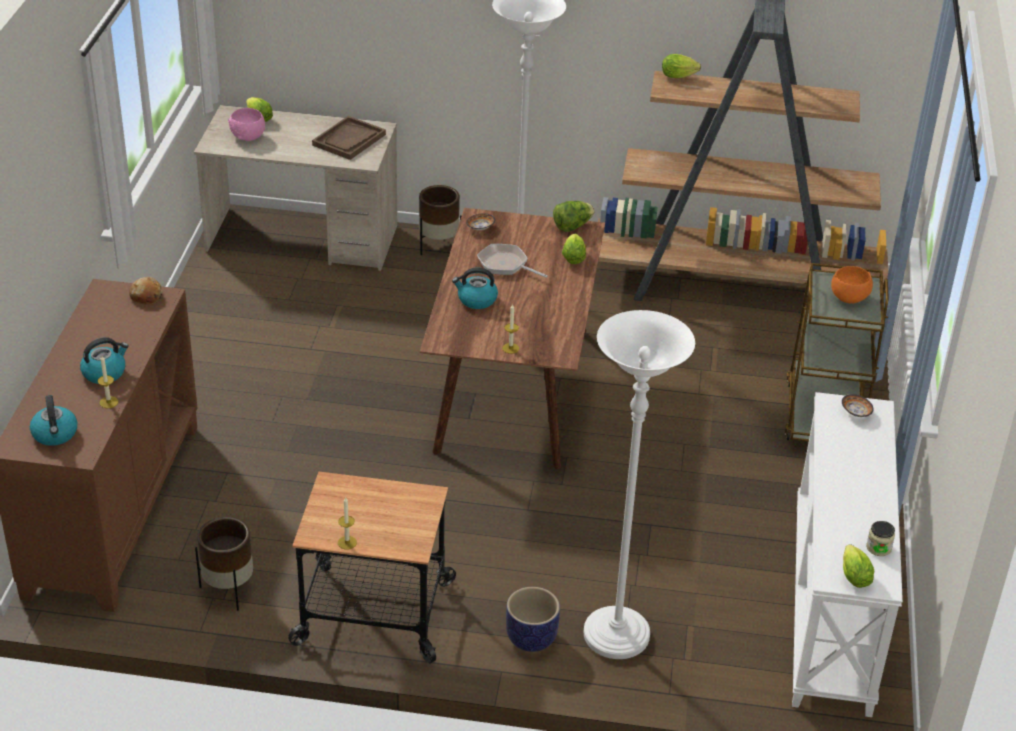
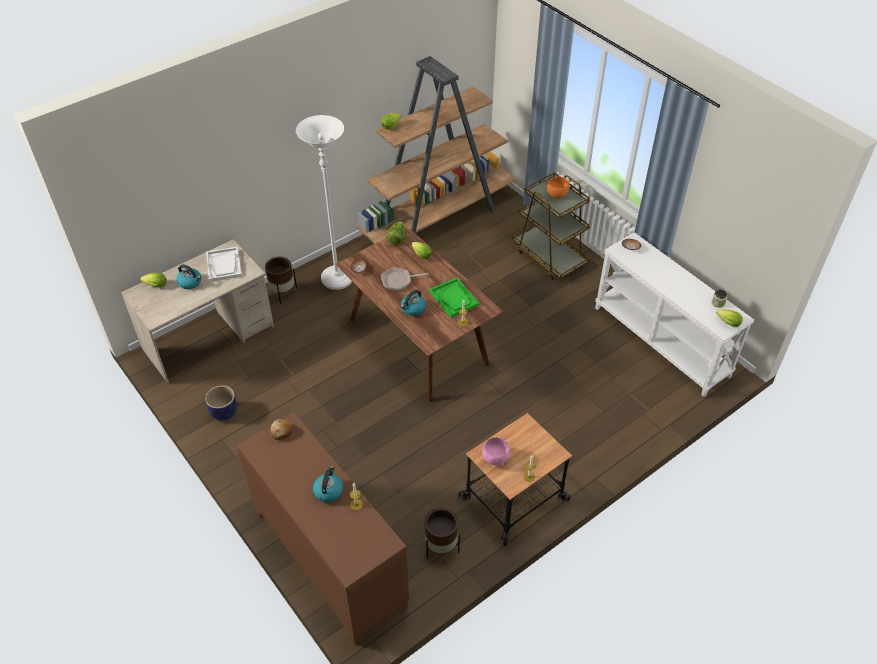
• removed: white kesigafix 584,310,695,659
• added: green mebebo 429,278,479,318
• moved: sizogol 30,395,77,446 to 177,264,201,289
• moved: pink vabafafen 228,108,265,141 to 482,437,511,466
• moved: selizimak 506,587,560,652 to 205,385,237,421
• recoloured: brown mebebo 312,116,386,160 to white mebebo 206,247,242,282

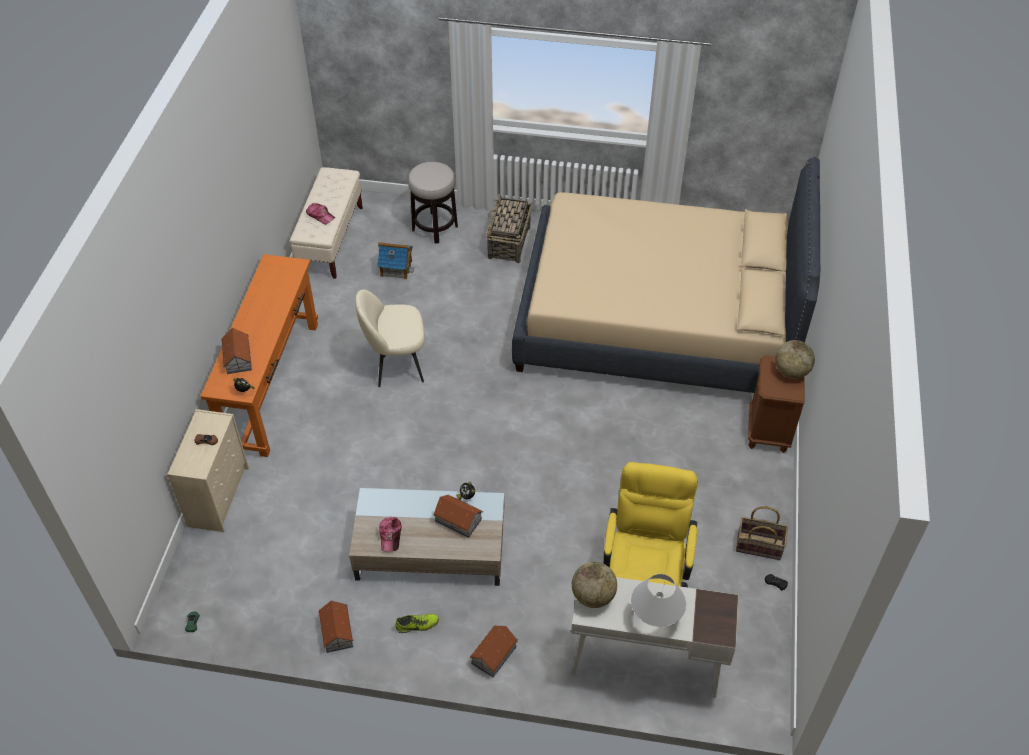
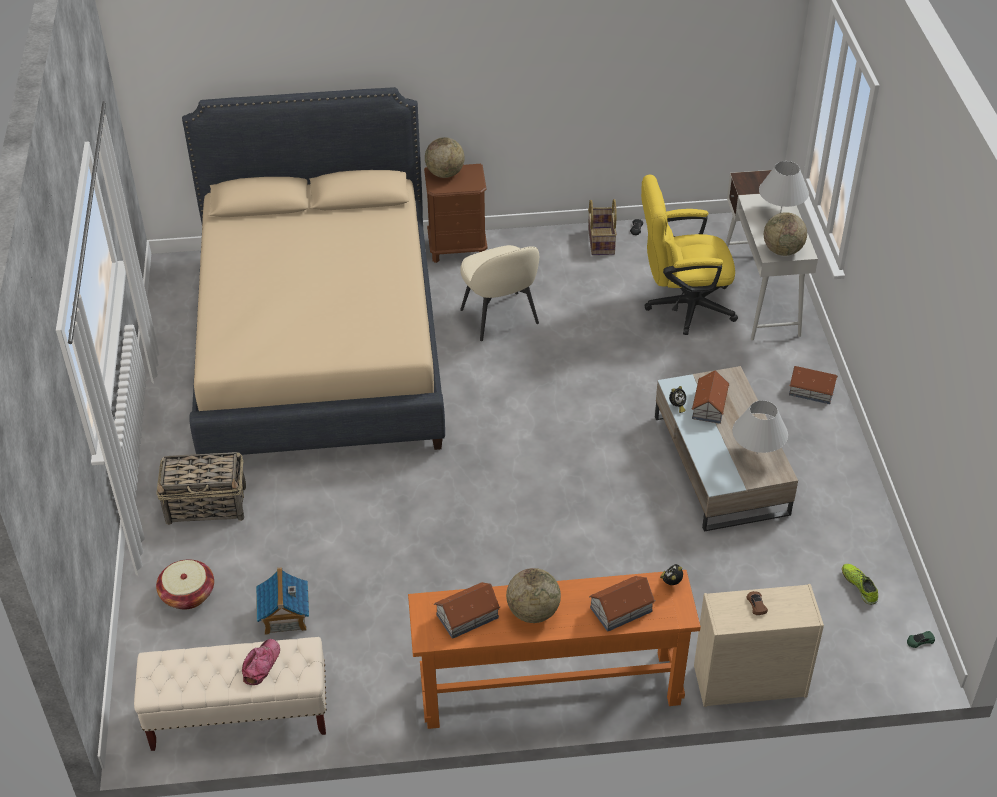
• added: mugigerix 506,568,561,623
• moved: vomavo 318,600,353,653 to 434,582,500,639
• moved: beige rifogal 355,289,425,387 to 460,245,539,341
• moved: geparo 395,614,439,633 to 842,564,878,605
• replaced: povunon 379,517,401,552 to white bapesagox 732,400,788,454
• replaced: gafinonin 408,162,458,244 to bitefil 156,559,214,609

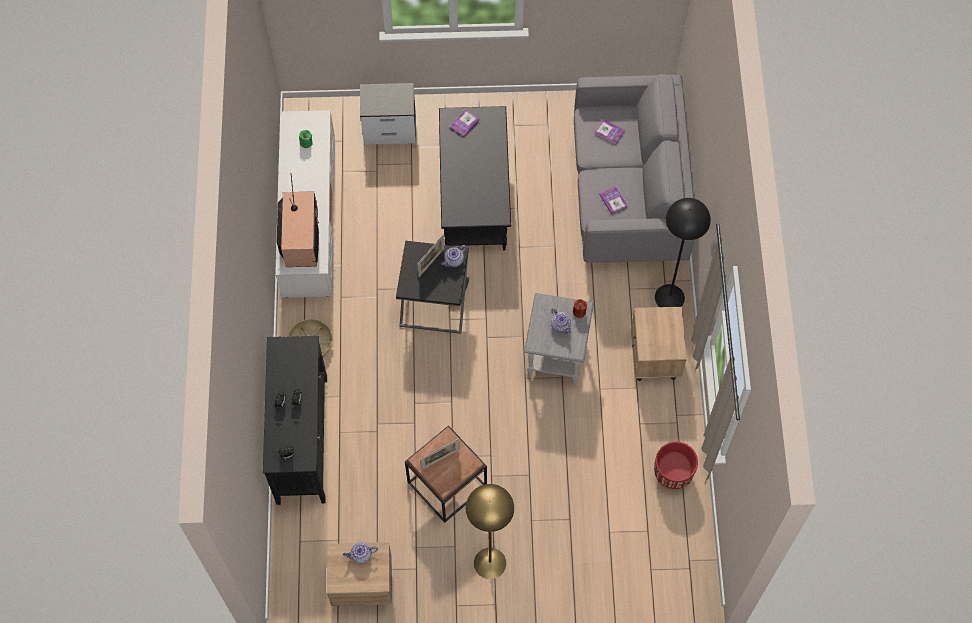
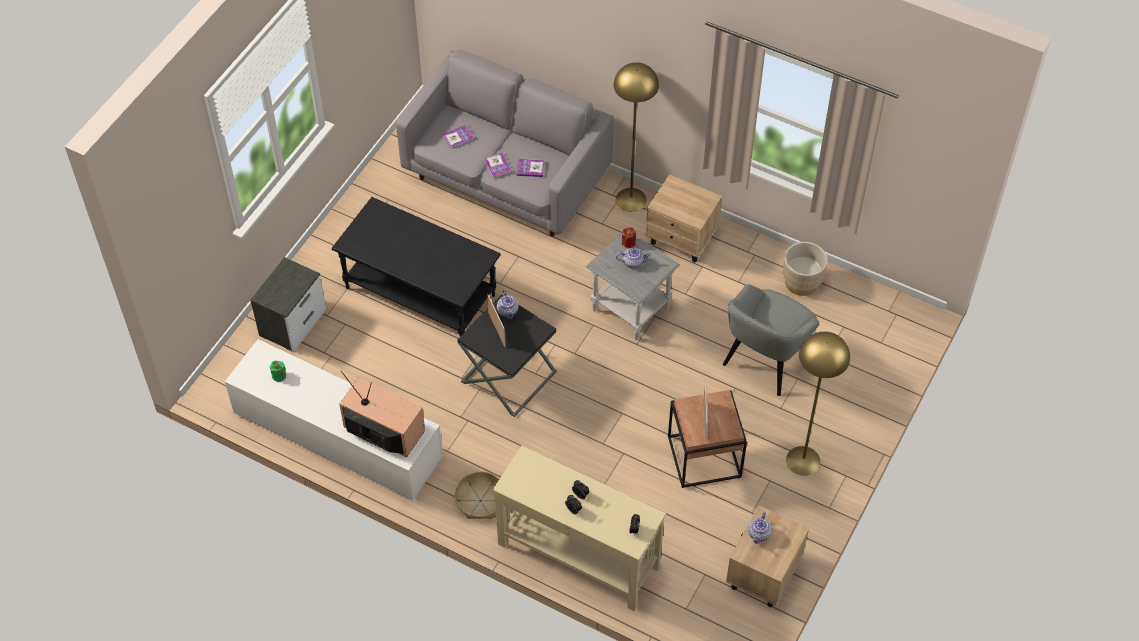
• added: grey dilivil 723,284,819,396
• moved: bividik 450,110,479,137 to 484,153,512,179
• recoloured: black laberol 263,335,327,505 to beige laberol 493,445,666,611
• recoloured: red selizimak 654,441,698,490 to beige selizimak 783,242,827,296
• recoloured: black kesigafix 655,198,711,307 to yellow kesigafix 614,62,659,212

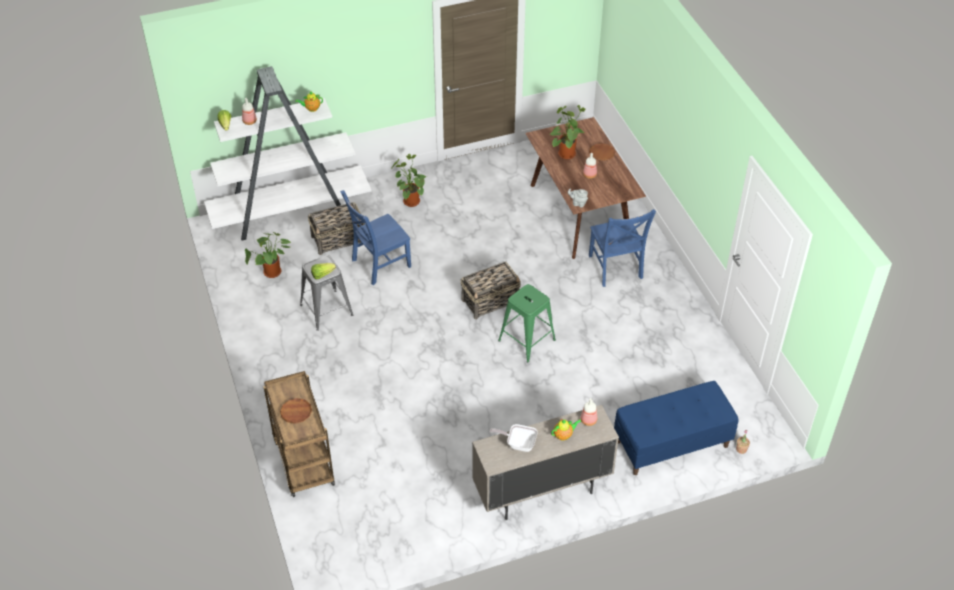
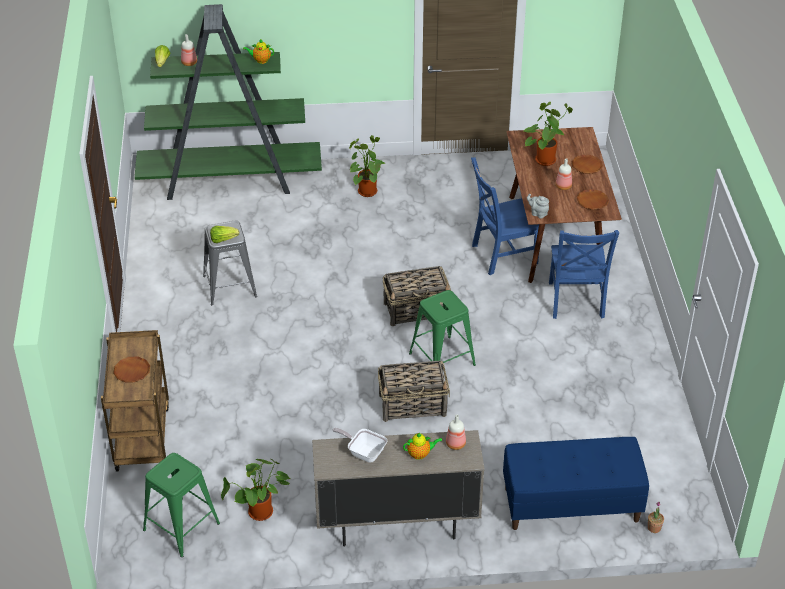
• added: green gafinonin 143,453,220,557
• added: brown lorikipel 577,189,609,210
• moved: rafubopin 245,232,292,278 to 221,459,290,521
• moved: bitefil 308,202,365,255 to 378,361,450,422
• moved: blue rifogal 340,190,411,285 to 471,157,539,275
• recoloured: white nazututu 204,66,371,241 to green nazututu 135,4,322,200

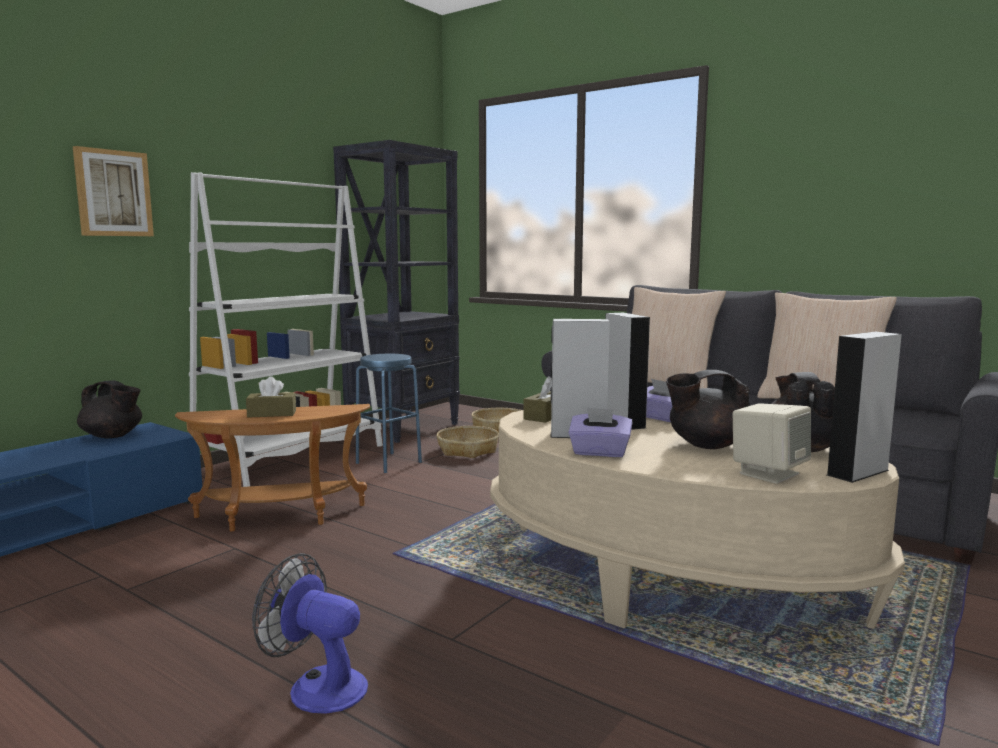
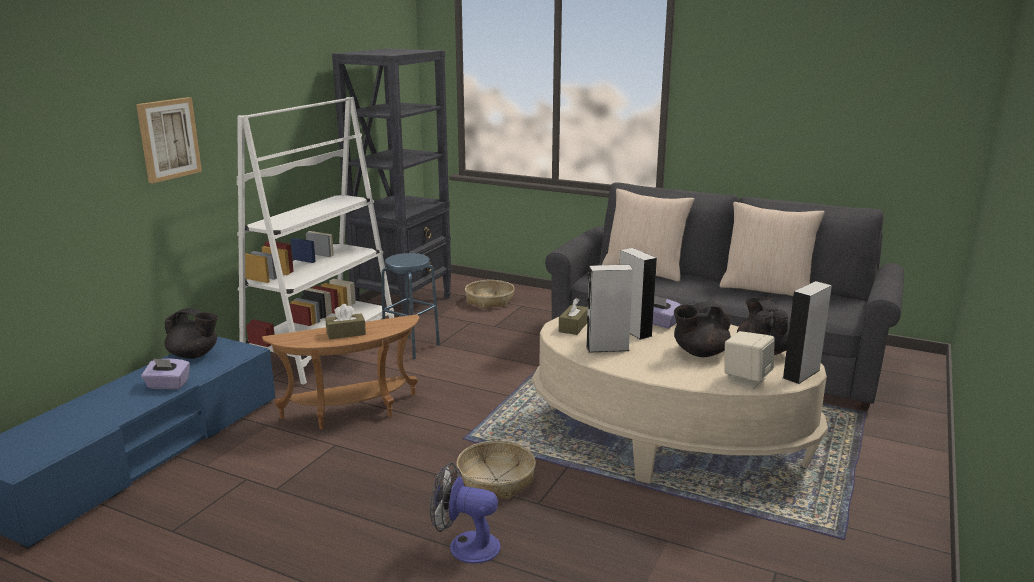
• moved: bitefil 436,426,499,458 to 456,441,536,500
• moved: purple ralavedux 569,407,632,457 to 141,358,190,389

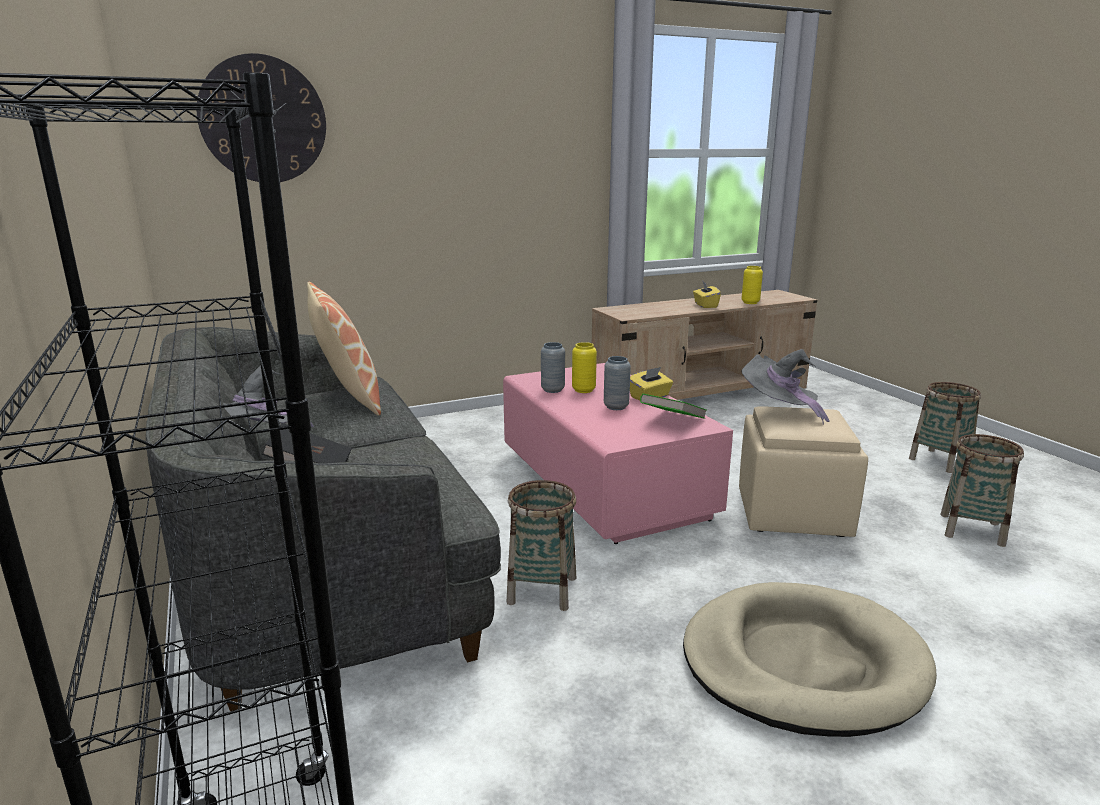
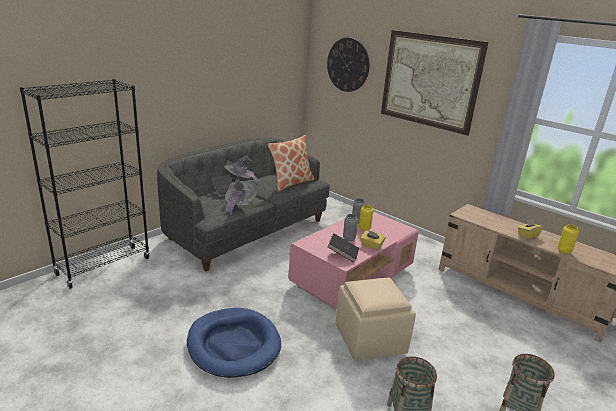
• removed: bitefil 507,480,576,611
• added: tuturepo 381,30,488,136
• moved: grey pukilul 741,349,830,425 to 225,179,259,214
• recoloured: green bividik 640,394,706,419 to black bividik 328,234,359,263
• recoloured: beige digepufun 683,582,937,737 to blue digepufun 187,308,281,378

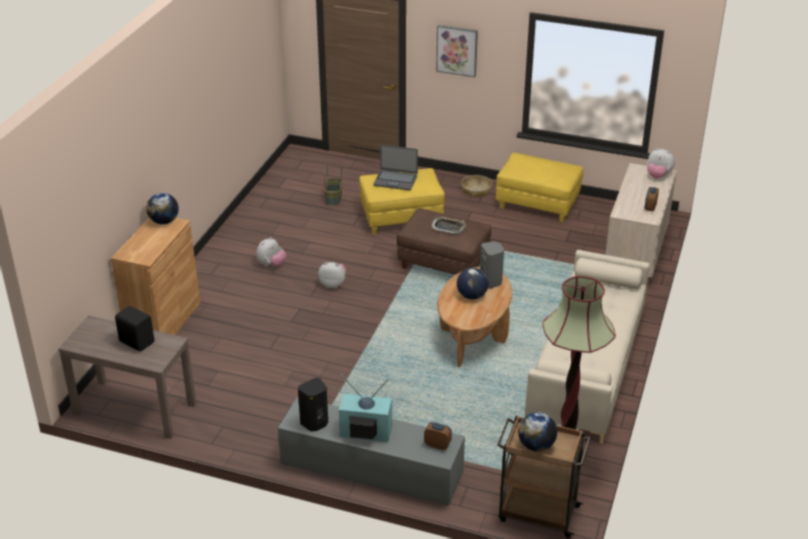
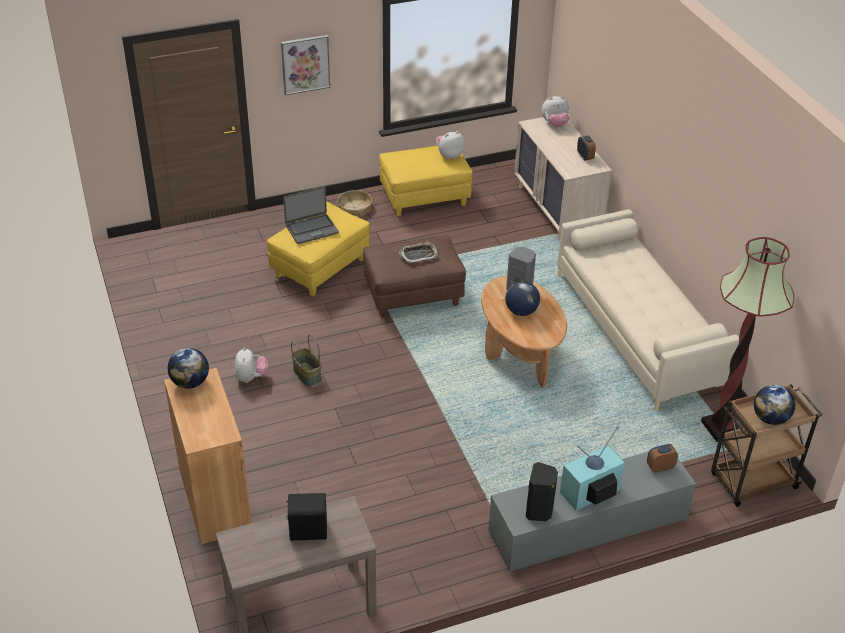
• moved: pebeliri 318,262,346,289 to 435,131,465,160
• moved: bitefil 324,166,342,205 to 291,335,322,387

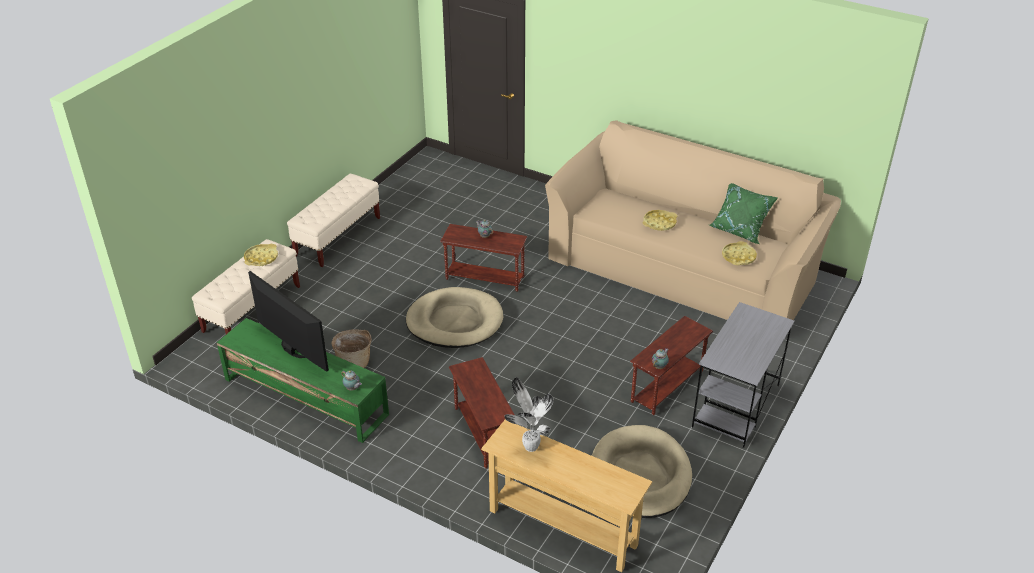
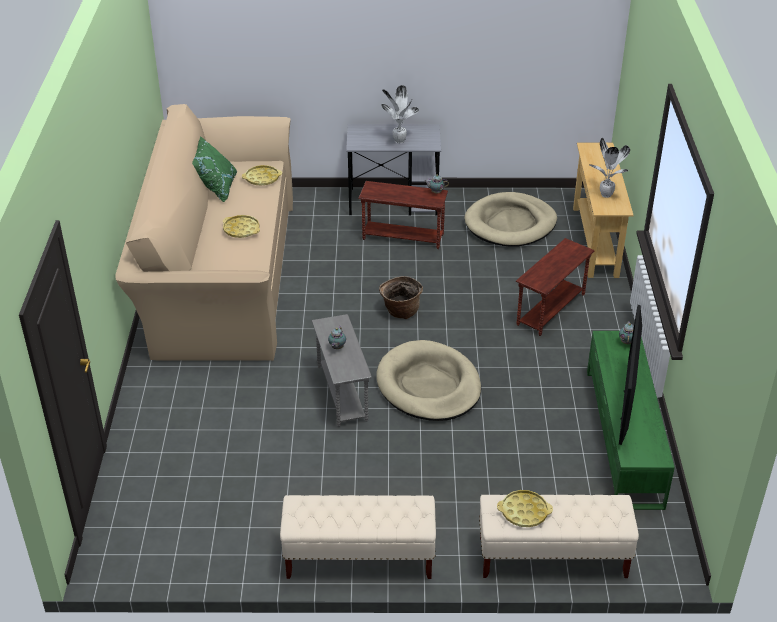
• added: rafubopin 381,85,419,143
• moved: bitefil 332,329,371,368 to 379,276,423,319
• recoloured: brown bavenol 440,224,527,292 to grey bavenol 312,314,372,427

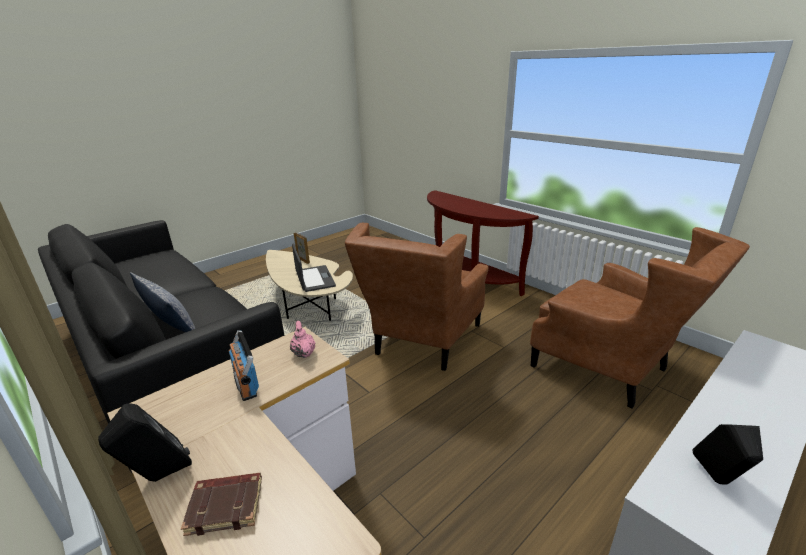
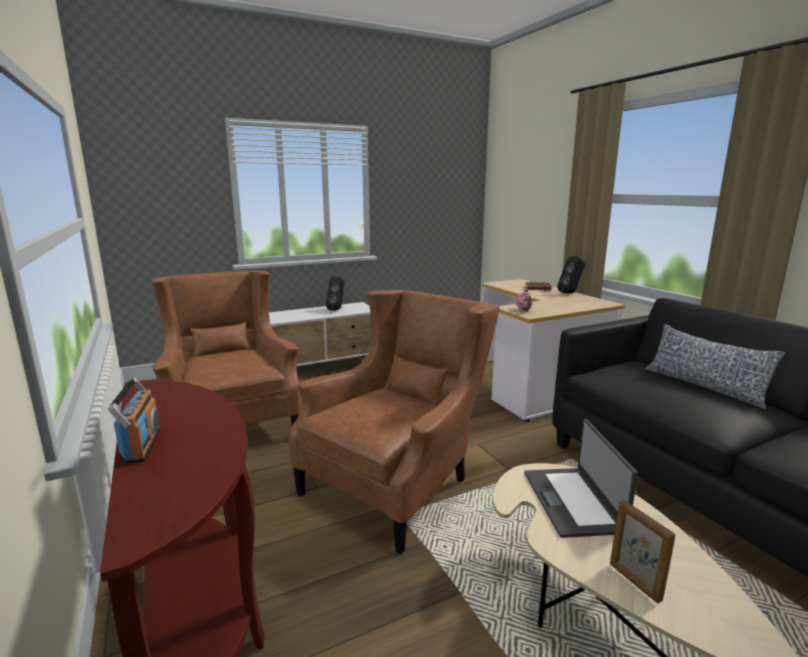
• moved: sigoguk 229,330,259,401 to 108,377,160,464

